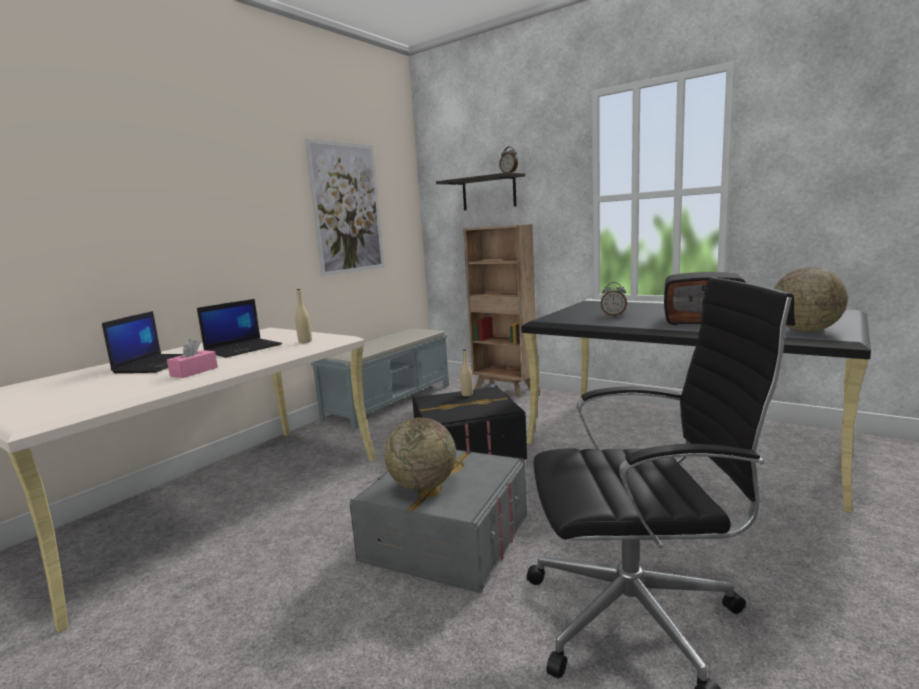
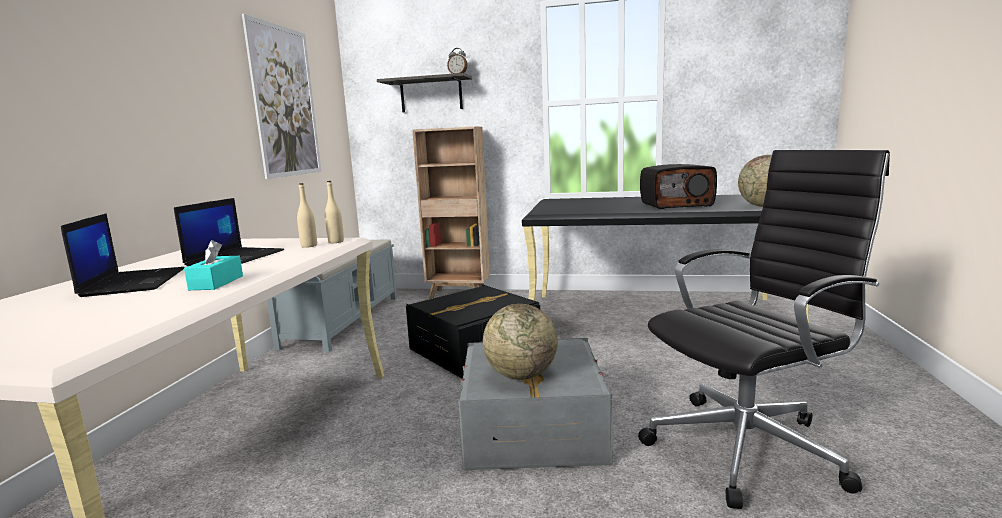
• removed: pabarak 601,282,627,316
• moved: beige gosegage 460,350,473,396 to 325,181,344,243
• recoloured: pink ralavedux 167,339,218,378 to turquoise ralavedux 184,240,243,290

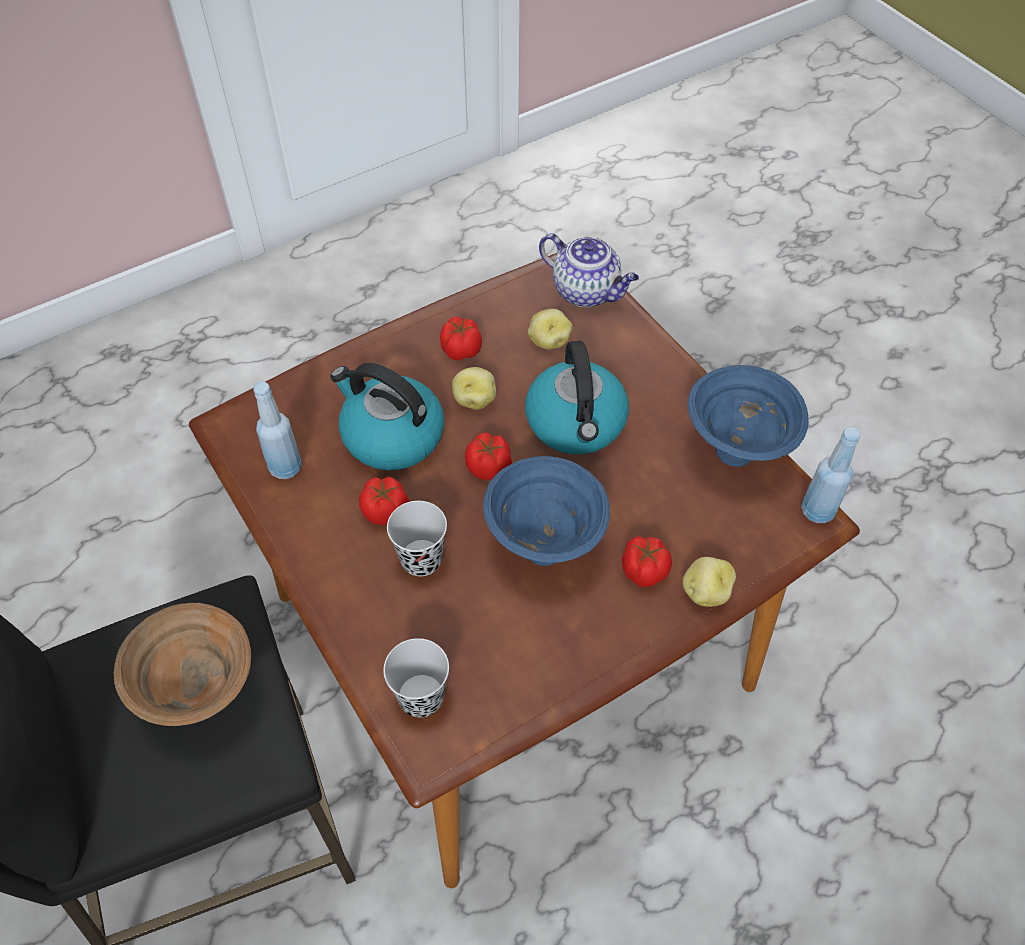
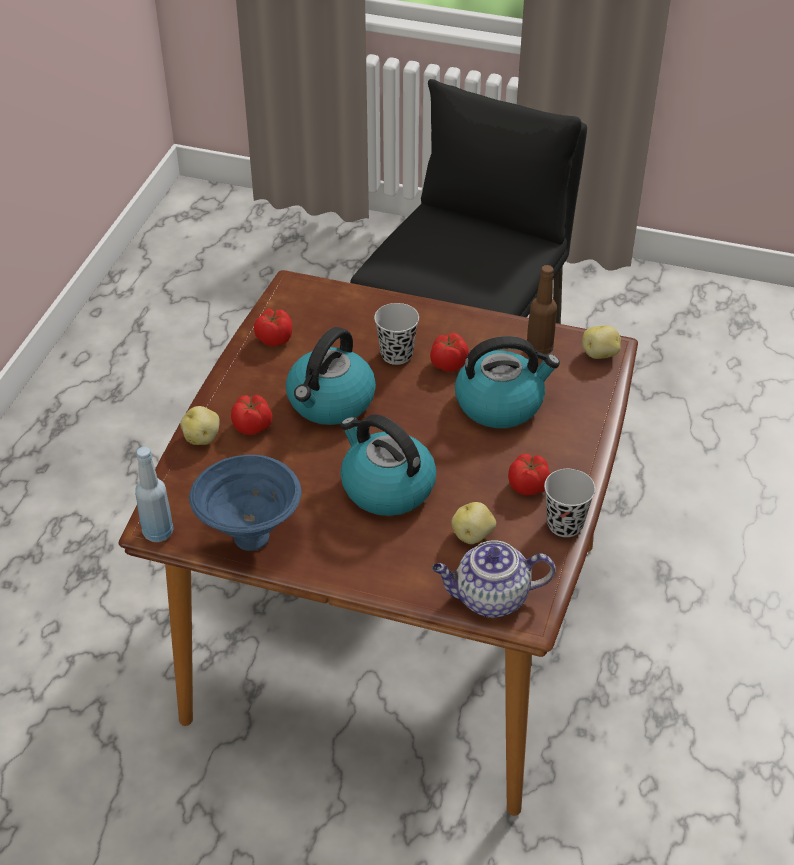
• removed: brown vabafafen 114,603,251,726
• moved: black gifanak 383,638,449,717 to 544,469,596,537
• moved: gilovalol 452,367,496,410 to 582,325,621,359
• moved: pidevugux 465,432,512,480 to 254,309,292,347
• replaced: blue vabafafen 483,456,610,566 to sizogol 286,327,376,425
• recoloured: blue gosegage 253,382,302,479 to brown gosegage 527,265,557,355

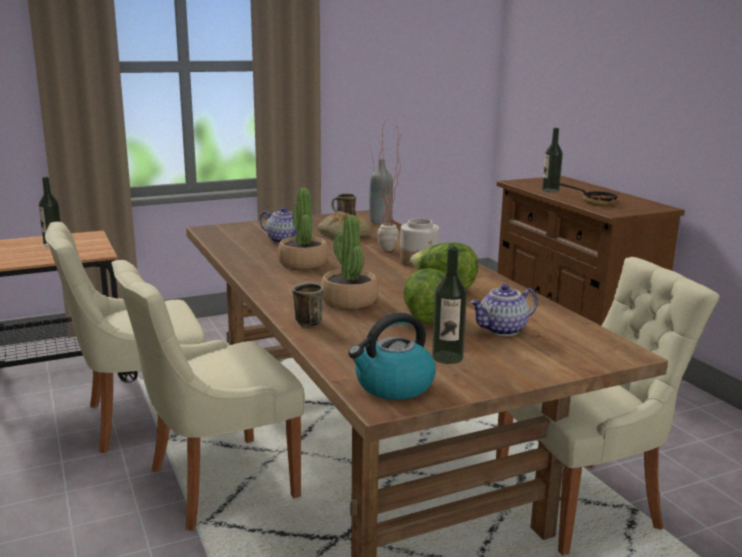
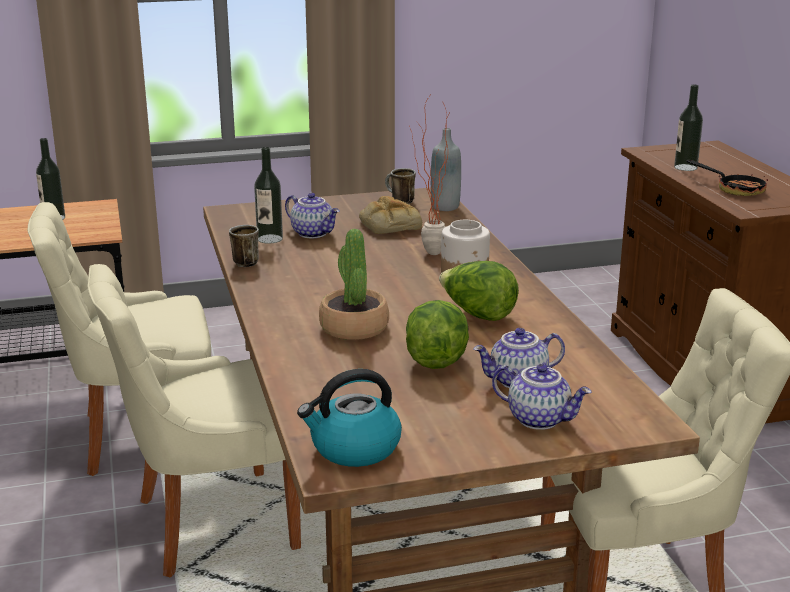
• removed: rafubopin 278,188,329,269
• added: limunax 492,364,592,430
• moved: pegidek 292,283,323,327 to 229,225,259,267
• moved: gosegage 432,247,467,364 to 254,147,283,244

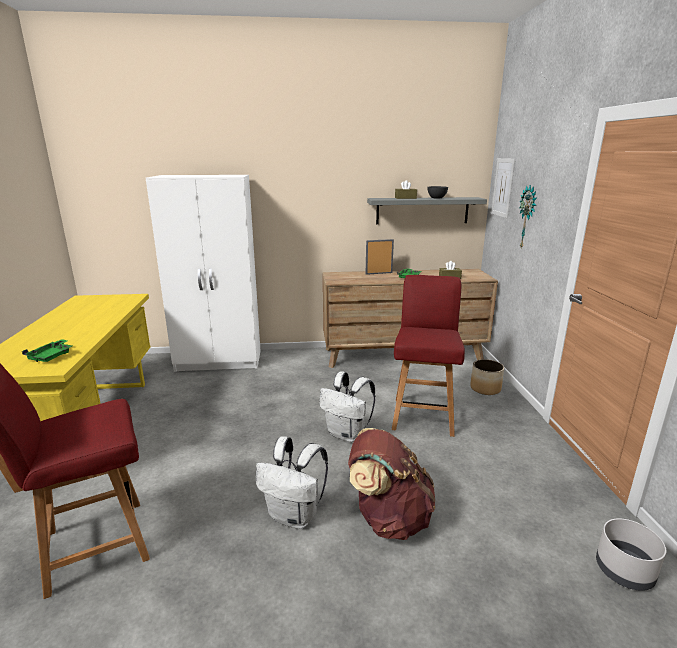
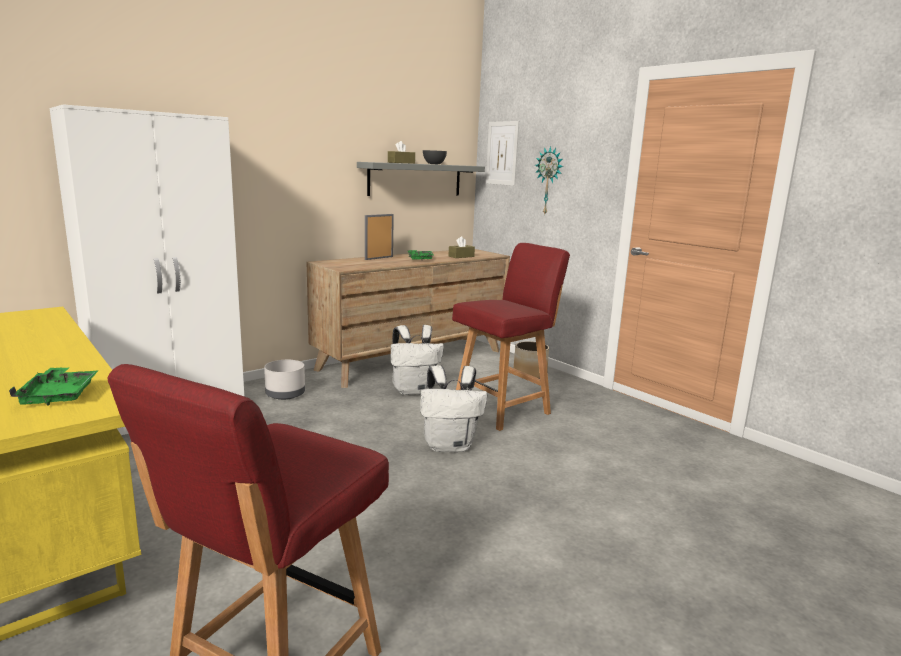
• removed: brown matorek 348,428,435,540
• moved: white matorek 256,436,328,529 to 391,325,444,395
• moved: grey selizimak 596,518,666,591 to 264,360,305,400
• turned: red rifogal 392,275,465,437 = 452,243,570,431 75 degrees clockwise

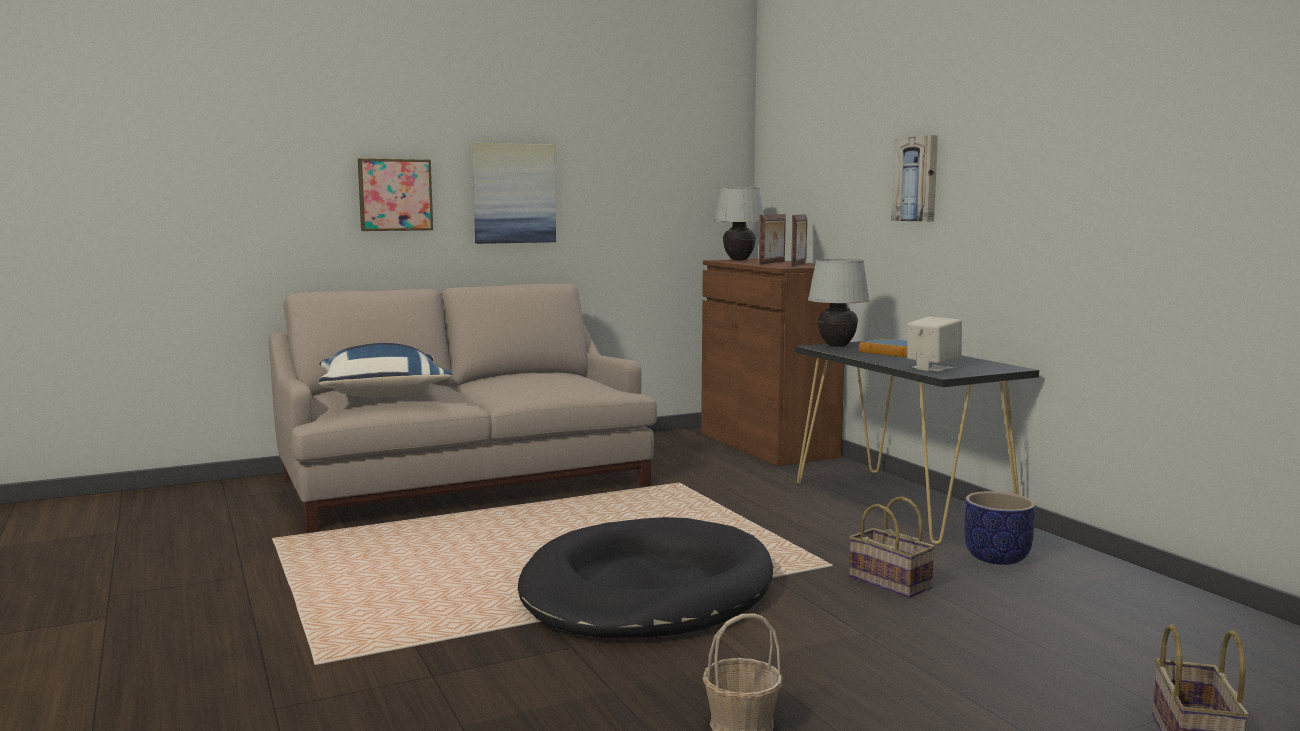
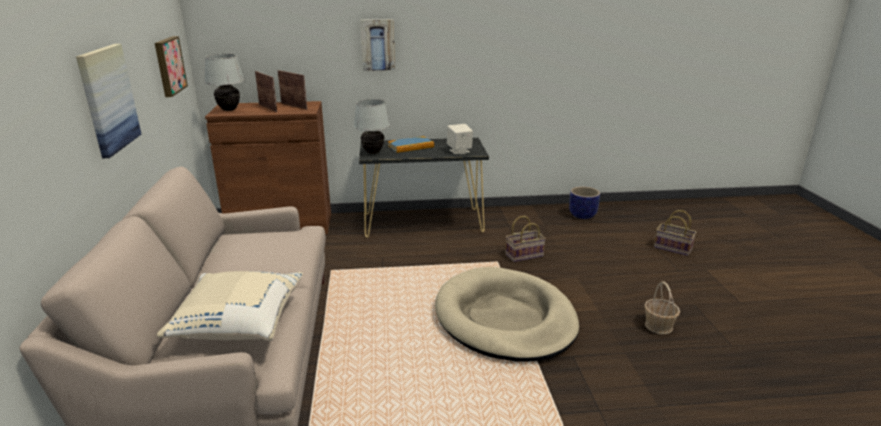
• moved: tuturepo 358,158,433,231 to 155,36,188,97
• moved: selizimak 964,491,1035,565 to 569,186,600,219
• recoloured: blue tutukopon 319,343,452,398 to beige tutukopon 157,271,303,341
• recoloured: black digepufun 518,517,773,638 to beige digepufun 435,267,579,362

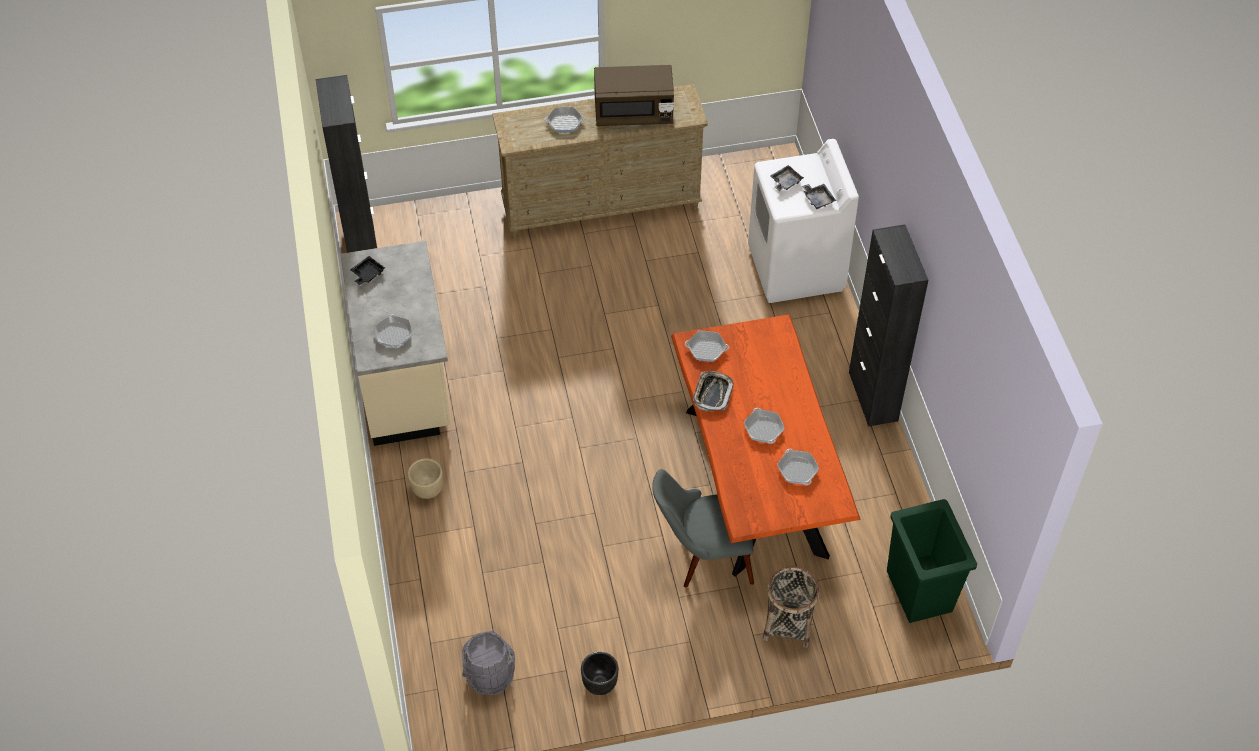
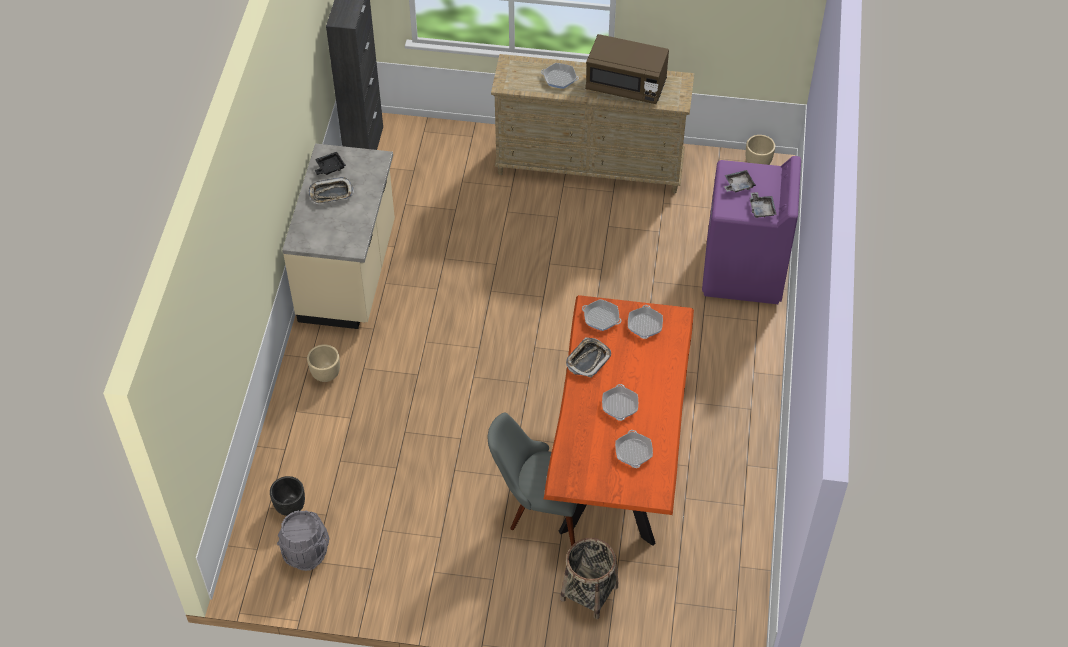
• removed: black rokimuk 849,224,928,427
• removed: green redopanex 887,499,977,623
• added: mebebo 309,177,354,204
• added: beige selizimak 746,135,775,165
• moved: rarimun 374,314,412,348 to 628,305,663,339
• moved: black selizimak 581,652,618,695 to 270,476,305,516
• recoloured: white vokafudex 748,139,859,303 to purple vokafudex 702,156,801,304

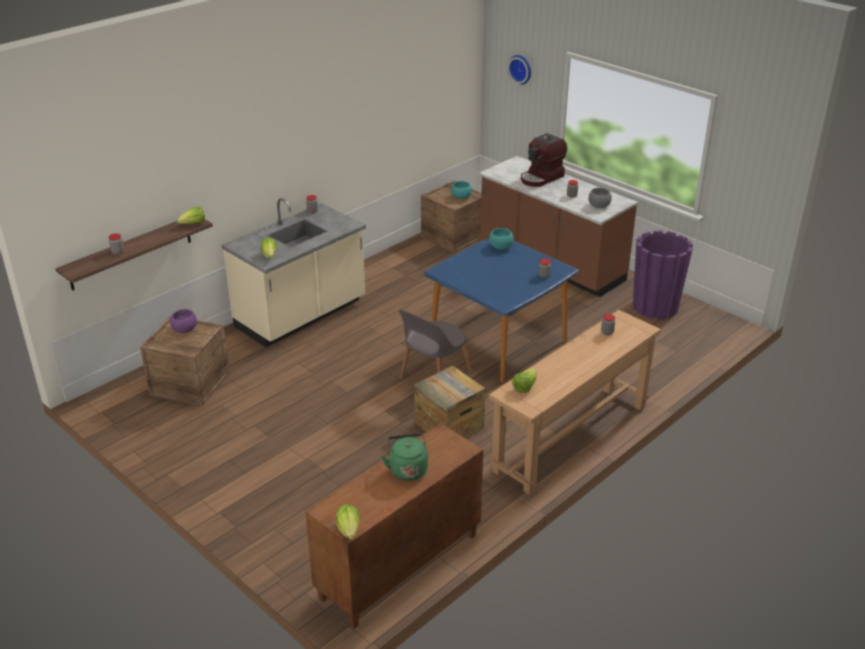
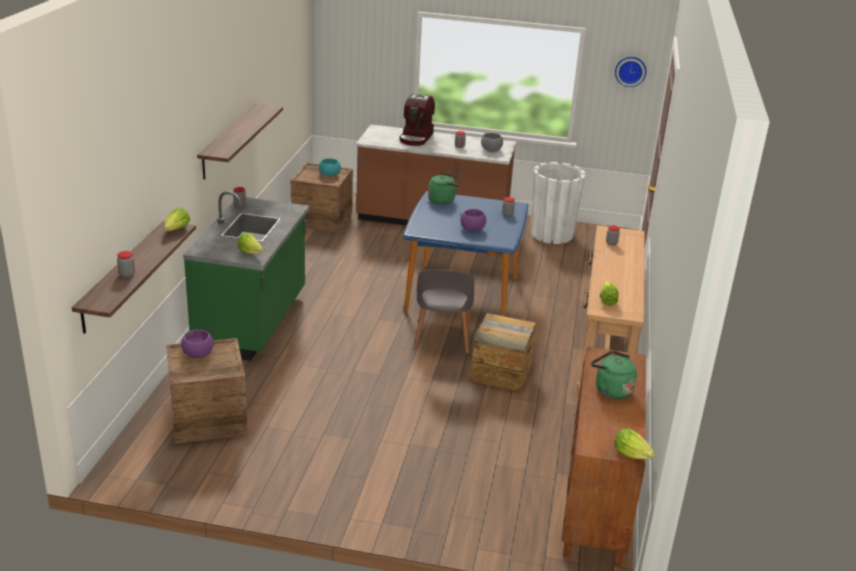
• added: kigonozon 197,104,283,180
• added: purple vabafafen 461,209,486,231
• moved: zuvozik 508,55,531,85 to 615,57,646,87
• replaced: turquoise vabafafen 489,228,514,250 to green sizogol 428,173,460,204
• recoloured: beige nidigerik 221,198,366,347 to green nidigerik 183,191,309,361
• recoloured: purple selizimak 633,230,693,319 to white selizimak 531,162,586,244

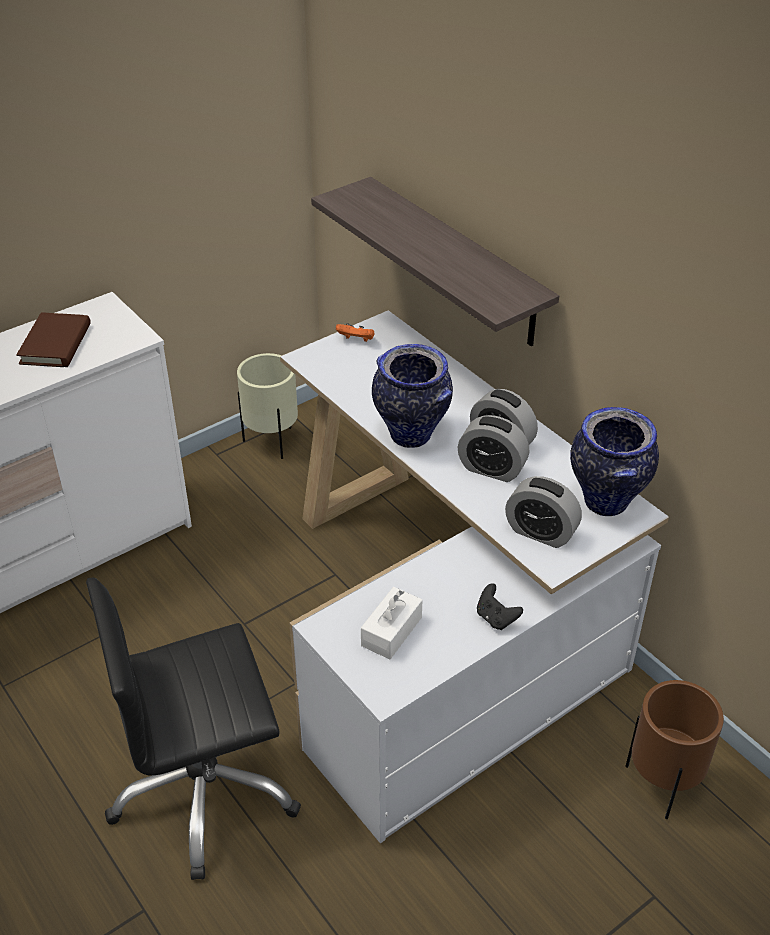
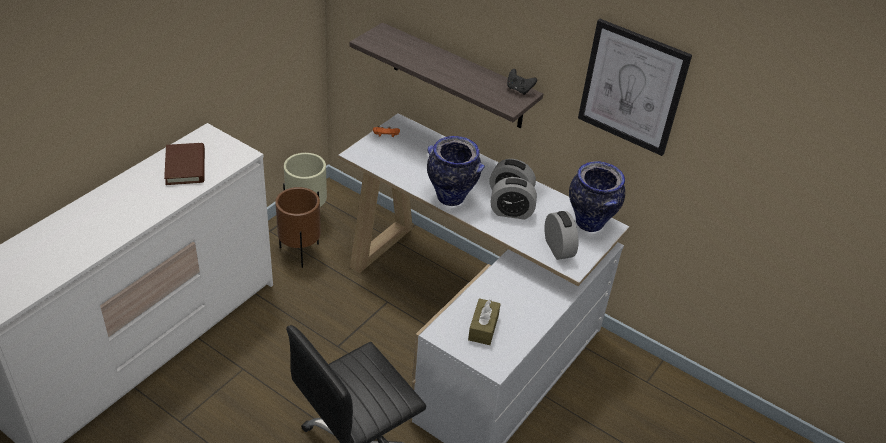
• added: tuturepo 578,19,692,156
• moved: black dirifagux 477,583,523,630 to 507,69,537,95
• moved: brown selizimak 625,680,724,819 to 275,187,321,268
• recoloured: white ralavedux 361,587,422,659 to brown ralavedux 468,298,501,345
• turned: pabarak 505,476,582,548 = 545,211,578,260 120 degrees counterclockwise

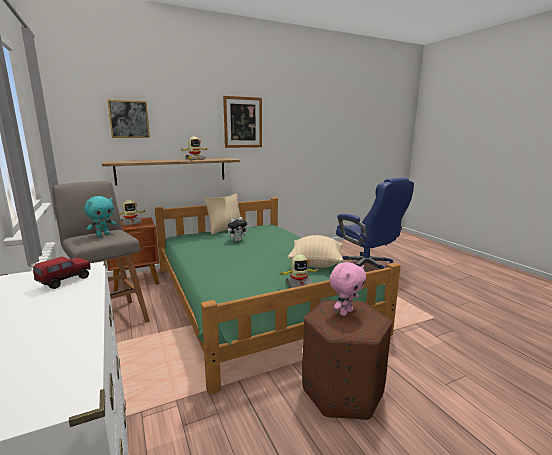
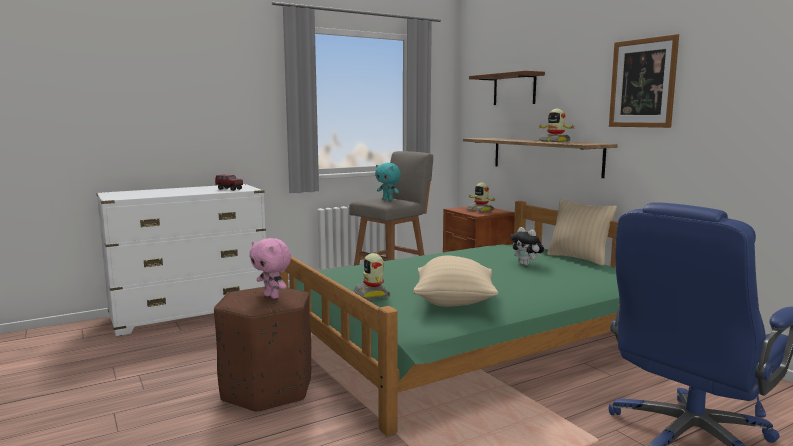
• replaced: tuturepo 107,100,150,138 to brown kigonozon 469,71,545,105

